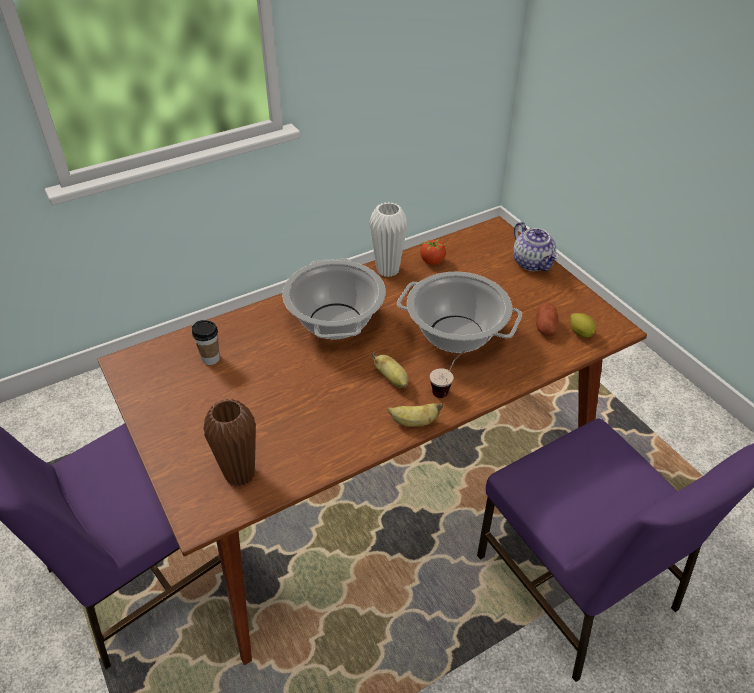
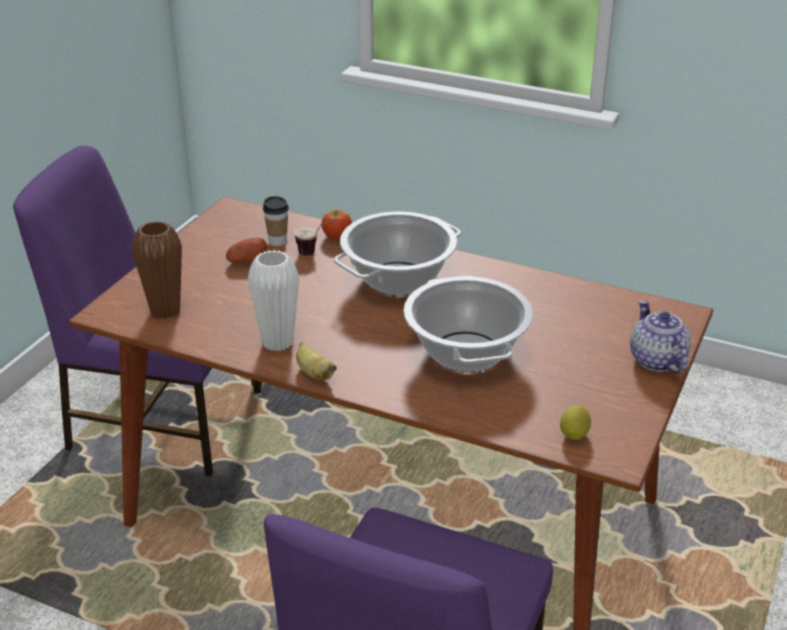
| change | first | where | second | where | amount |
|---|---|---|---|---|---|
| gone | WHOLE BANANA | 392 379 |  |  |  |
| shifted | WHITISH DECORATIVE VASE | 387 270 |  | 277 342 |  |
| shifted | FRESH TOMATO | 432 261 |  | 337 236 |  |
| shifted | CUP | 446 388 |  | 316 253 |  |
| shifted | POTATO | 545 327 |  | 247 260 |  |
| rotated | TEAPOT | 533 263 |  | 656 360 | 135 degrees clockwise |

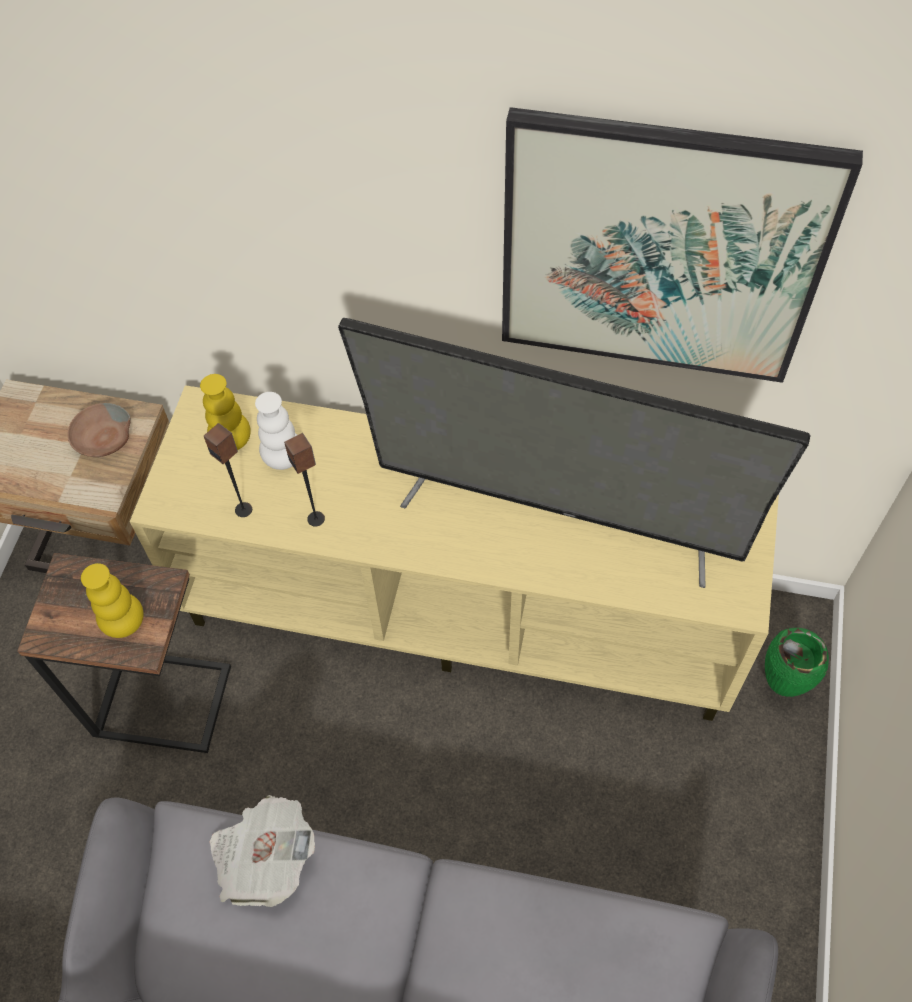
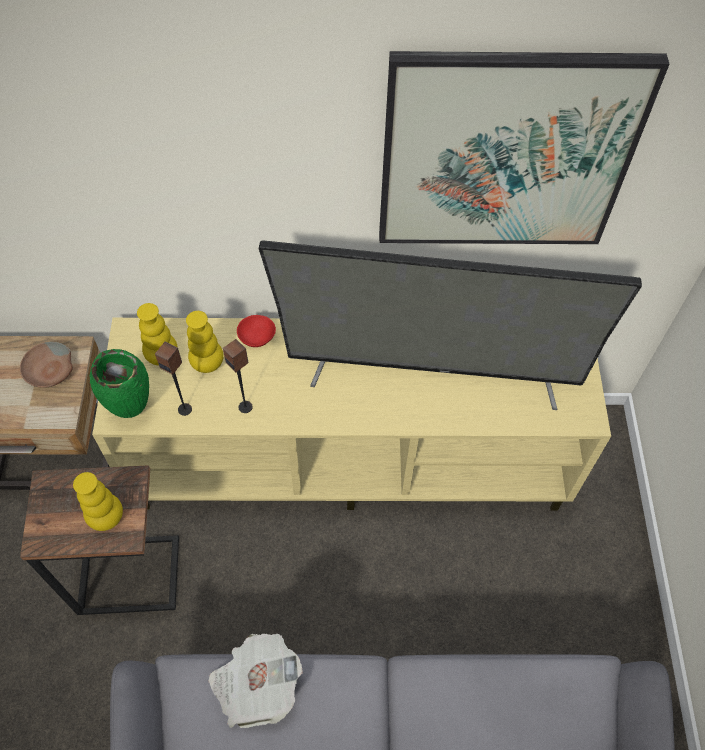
| change | first | where | second | where | amount |
|---|---|---|---|---|---|
| new |  |  | REDDISH DEEP DISH | 257 335 |  |
| shifted | GREENISH DECORATIVE VASE | 783 685 |  | 133 410 |  |
| repainted | WHITISH DECORATIVE VASE | 283 459 | YELLOW-COLOURED DECORATIVE VASE | 207 363 |  |

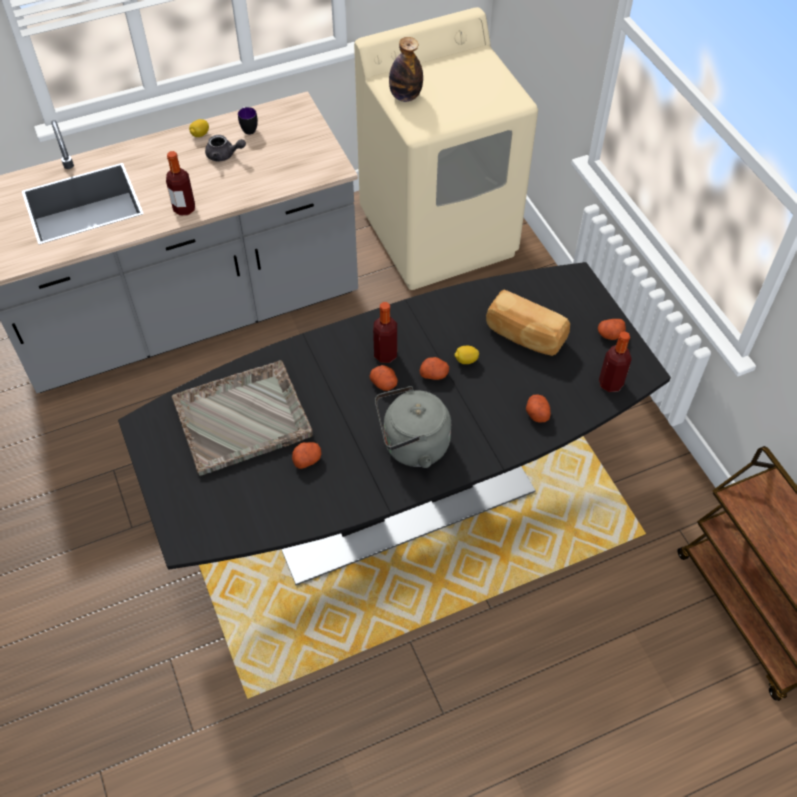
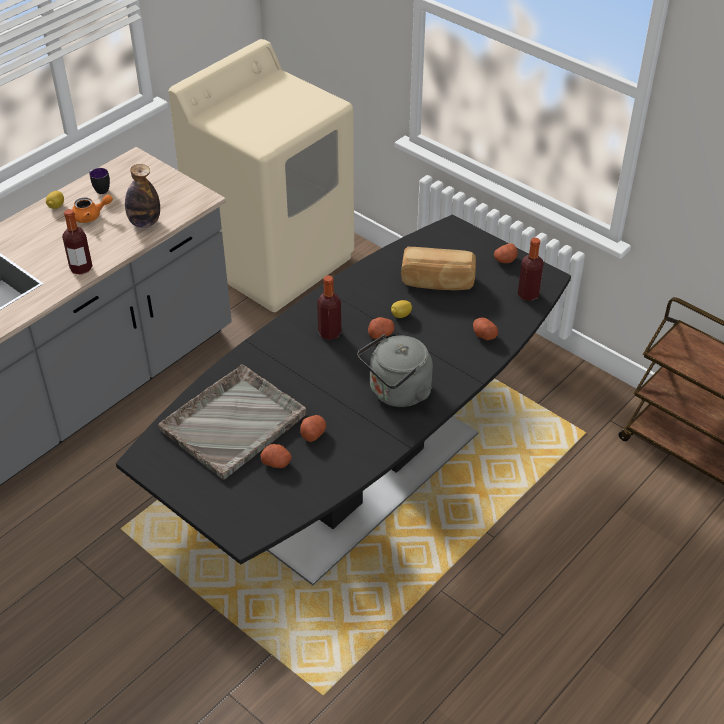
| change | first | where | second | where | amount |
|---|---|---|---|---|---|
| shifted | POTATO | 384 383 |  | 277 462 |  |
| shifted | BEVERAGE BOTTLE | 405 96 |  | 145 223 |  |
| repainted | GREY TEAPOT | 224 155 | ORANGE-COLOURED TEAPOT | 91 216 |  |

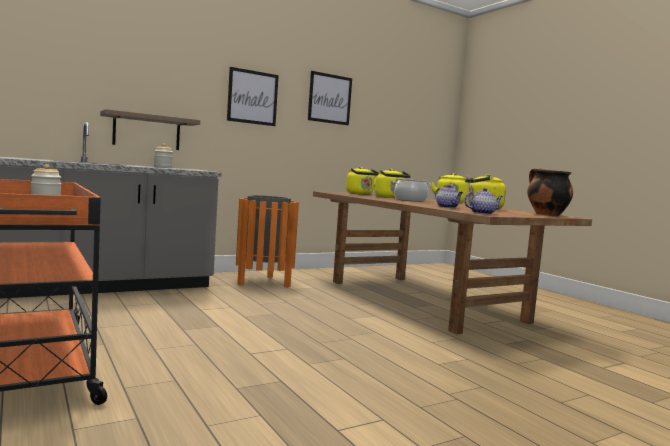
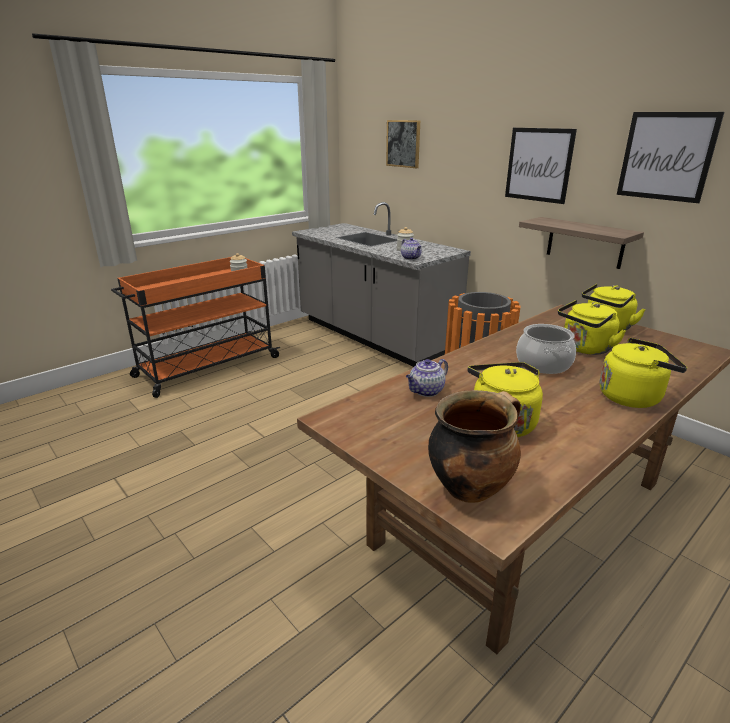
| change | first | where | second | where | amount |
|---|---|---|---|---|---|
| new |  |  | WALL ART | 403 143 |  |
| shifted | SHELF | 147 132 |  | 585 242 |  |
| shifted | TEAPOT | 482 213 |  | 411 258 |  |

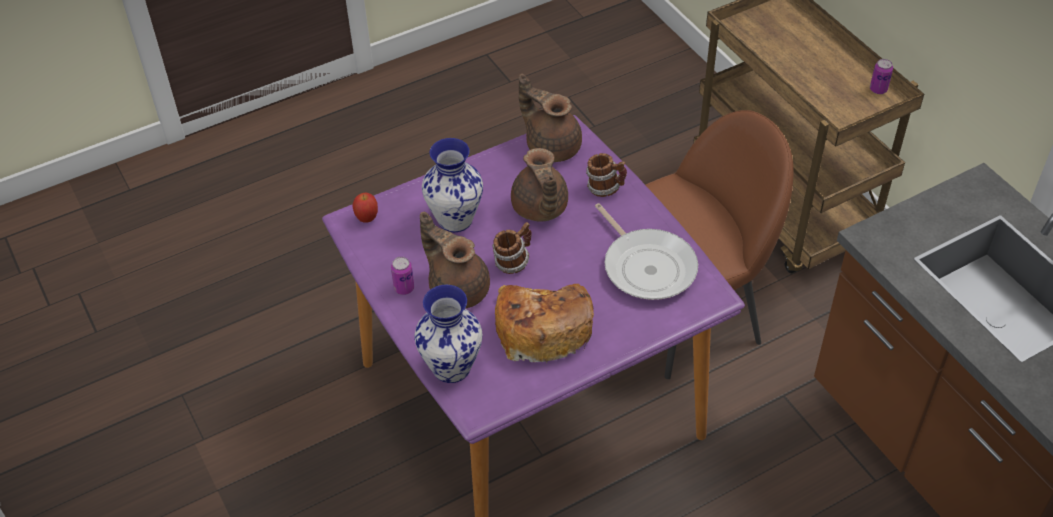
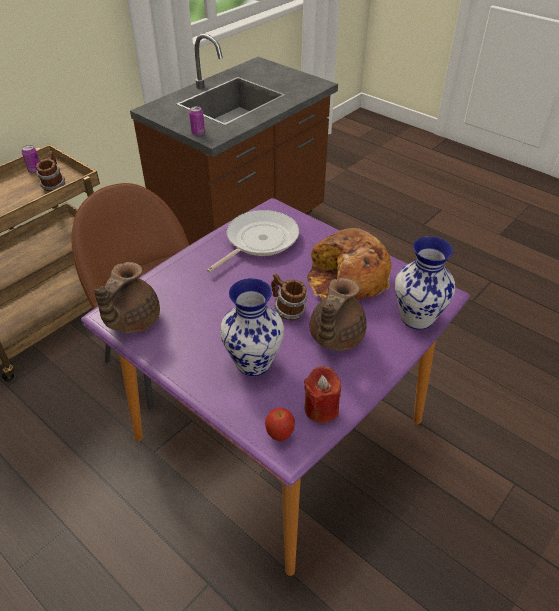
| change | first | where | second | where | amount |
|---|---|---|---|---|---|
| gone | BROWN-COLOURED TEAPOT | 539 209 |  |  |  |
| new |  |  | REDDISH WAX CANDLE | 321 408 |  |
| shifted | SEALED CAN | 404 288 |  | 198 133 |  |
| shifted | TEA MUG | 605 188 |  | 54 185 |  |

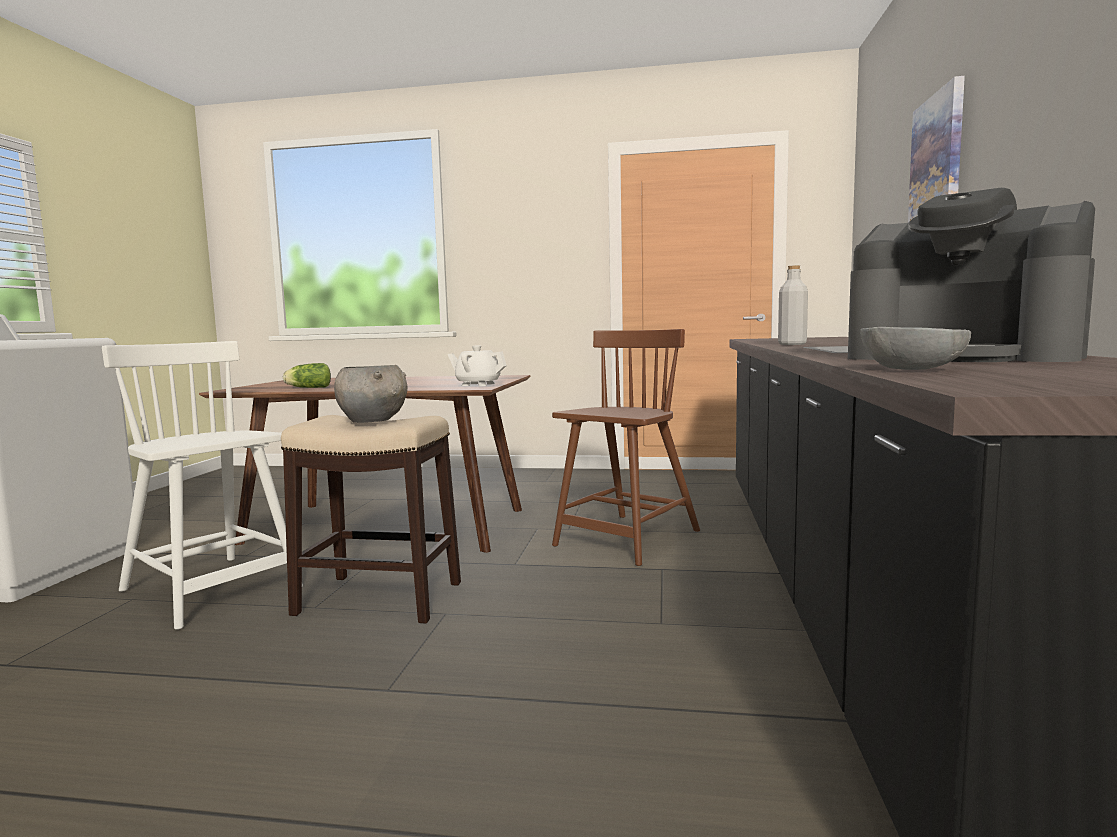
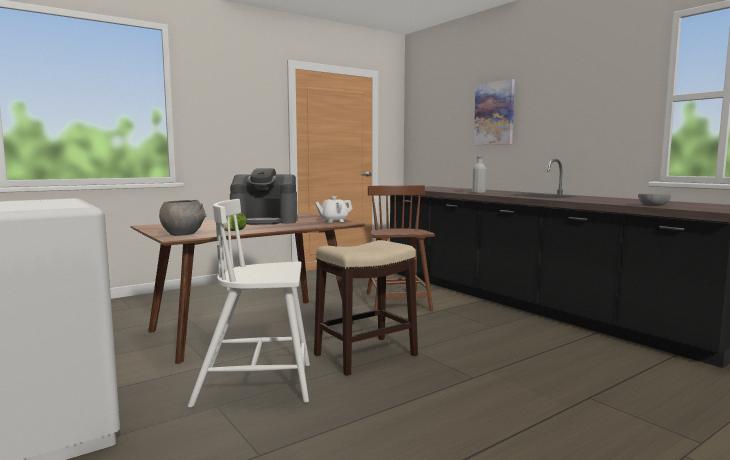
| change | first | where | second | where | amount |
|---|---|---|---|---|---|
| shifted | GREY DEEP DISH | 373 421 |  | 183 234 |  |
| shifted | COFFEE MAKER | 962 357 |  | 265 221 |  |

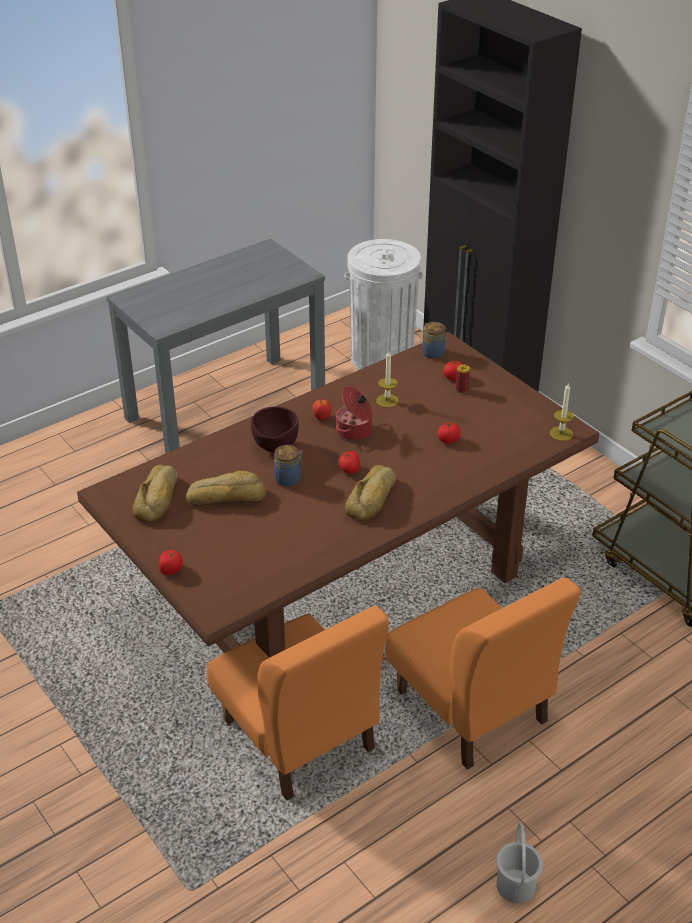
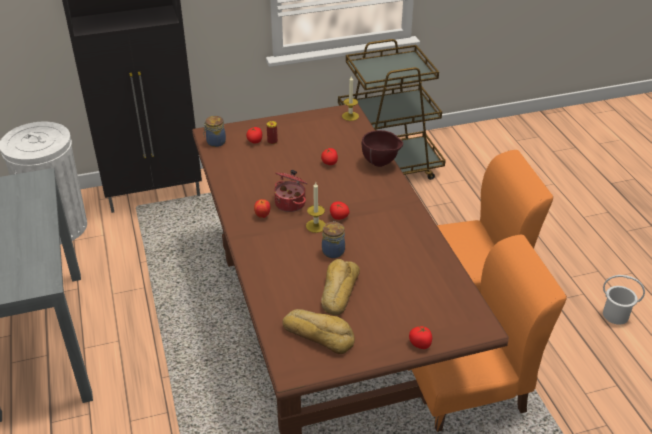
| change | first | where | second | where | amount |
|---|---|---|---|---|---|
| gone | BAKERY BREAD | 373 498 |  |  |  |
| shifted | BROWN-COLOURED DEEP DISH | 275 450 |  | 381 163 |  |
| shifted | WAX CANDLE | 387 400 |  | 316 226 |  |

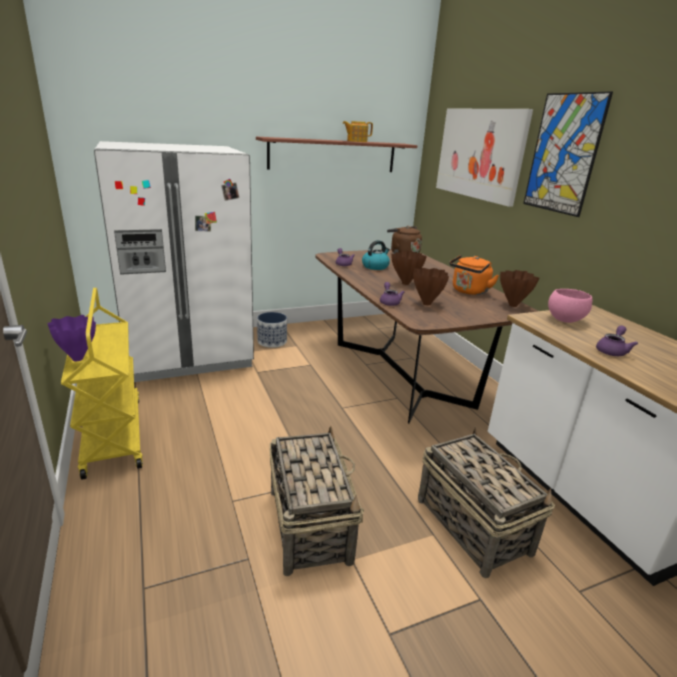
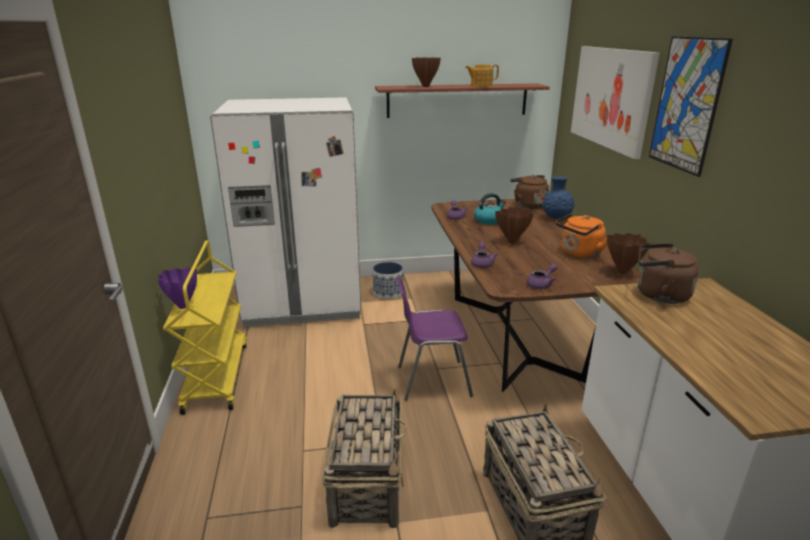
| change | first | where | second | where | amount |
|---|---|---|---|---|---|
| new |  |  | PURPLE-COLOURED PLAIN CHAIR | 431 380 |  |
| new |  |  | BLUE-COLOURED DECORATIVE VASE | 556 218 |  |
| shifted | BROWN-COLOURED DECORATIVE VASE | 426 304 |  | 425 86 |  |
| shifted | PURPLE-COLOURED TEAPOT | 612 351 |  | 541 285 |  |
| swapped | PINK-COLOURED DEEP DISH | 564 319 | BROWN-COLOURED WATER KETTLE | 658 295 |  |

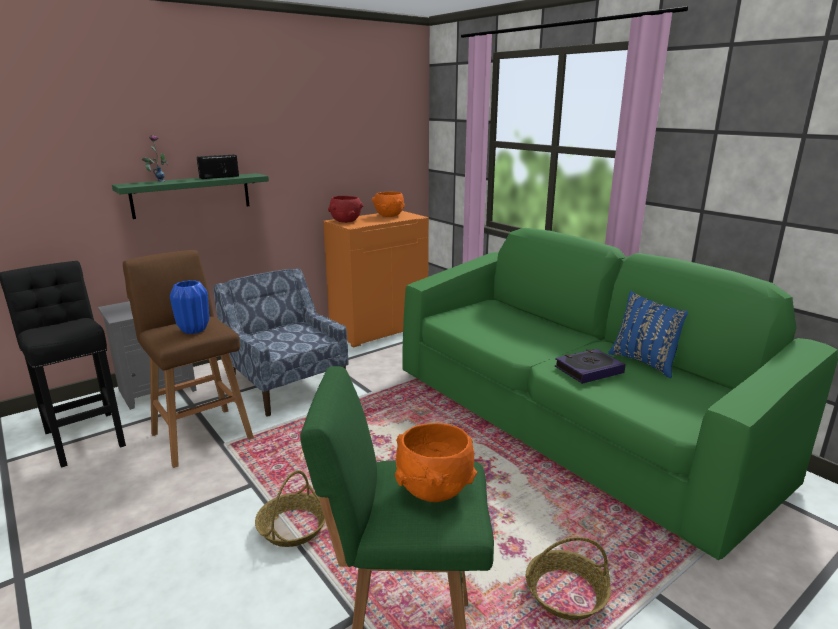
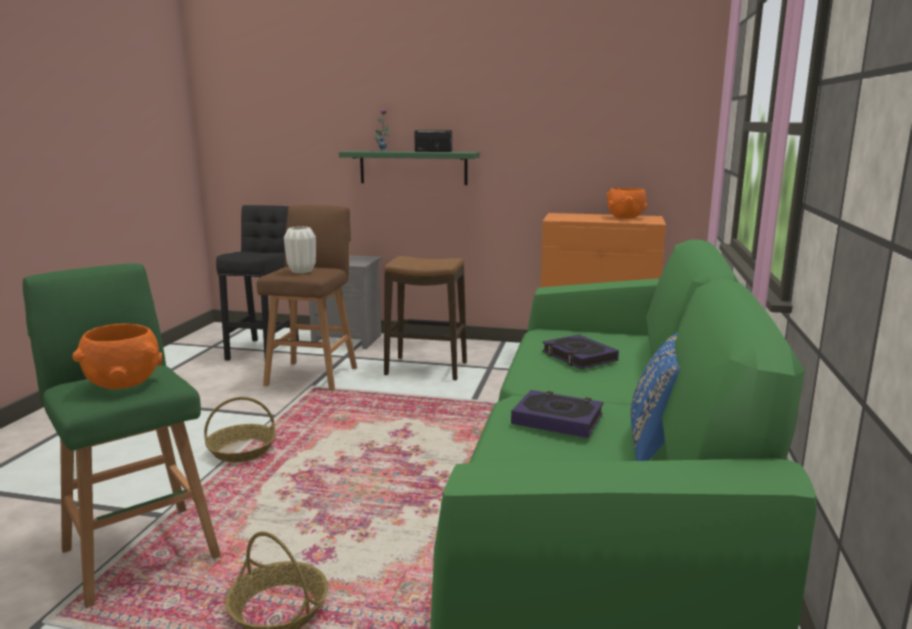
| change | first | where | second | where | amount |
|---|---|---|---|---|---|
| gone | REDDISH DEEP DISH | 345 221 |  |  |  |
| new |  |  | VOLUME | 579 357 |  |
| swapped | BLUE-COLOURED EASY CHAIR | 286 385 | STOOL SEAT | 426 368 |  |
| repainted | BLUE-COLOURED DECORATIVE VASE | 194 330 | WHITISH DECORATIVE VASE | 302 271 |  |

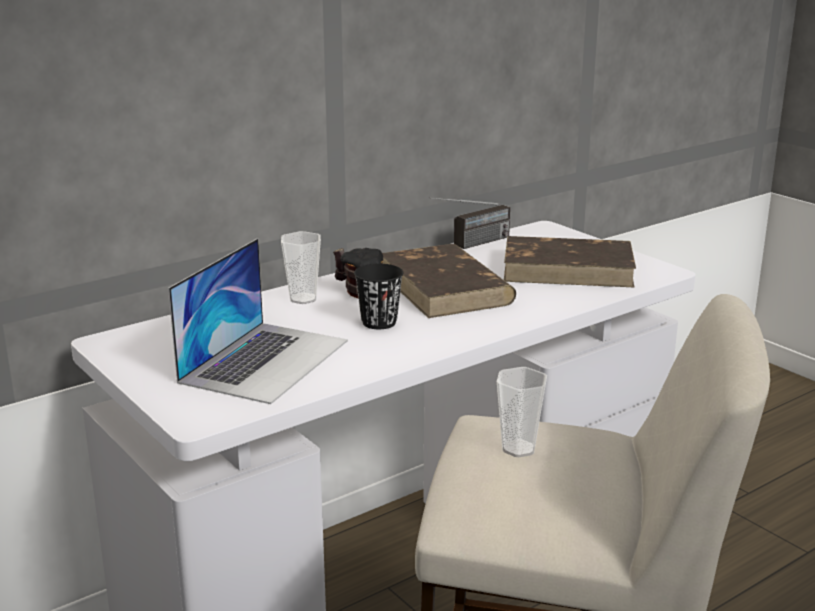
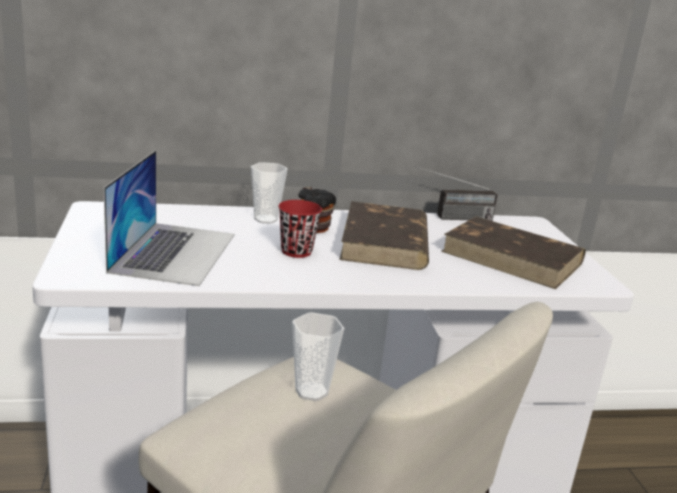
| change | first | where | second | where | amount |
|---|---|---|---|---|---|
| repainted | BLACK-COLOURED CUP | 379 322 | REDDISH CUP | 296 251 |  |
| rotated | PORTABLE COMPUTER | 265 360 |  | 174 252 | 45 degrees counterclockwise |

